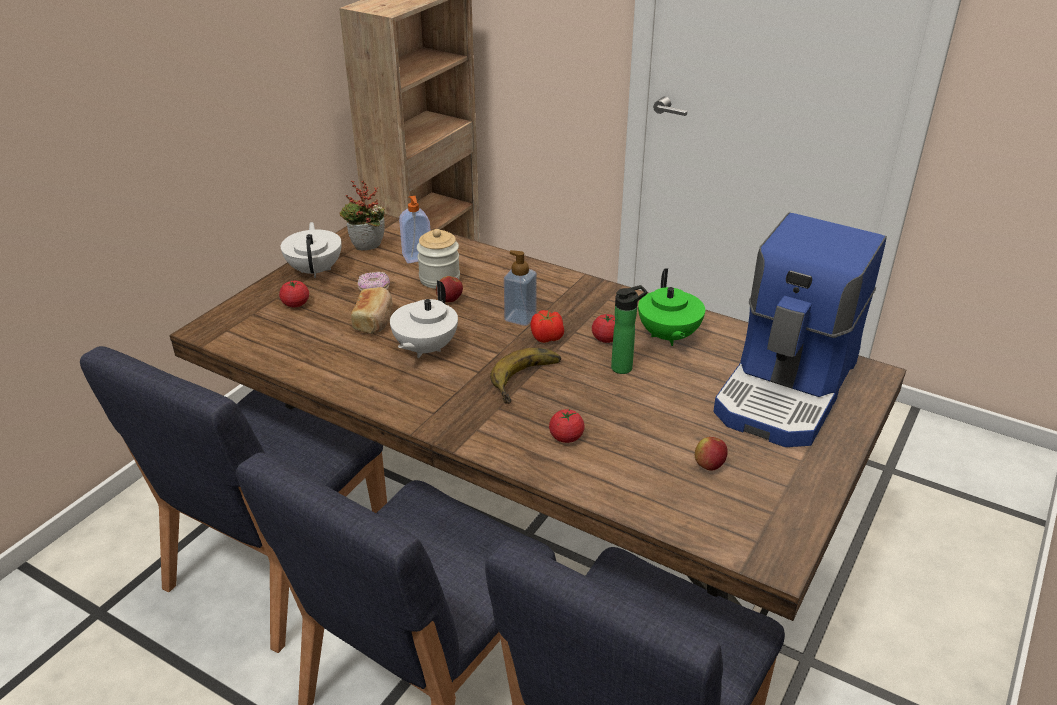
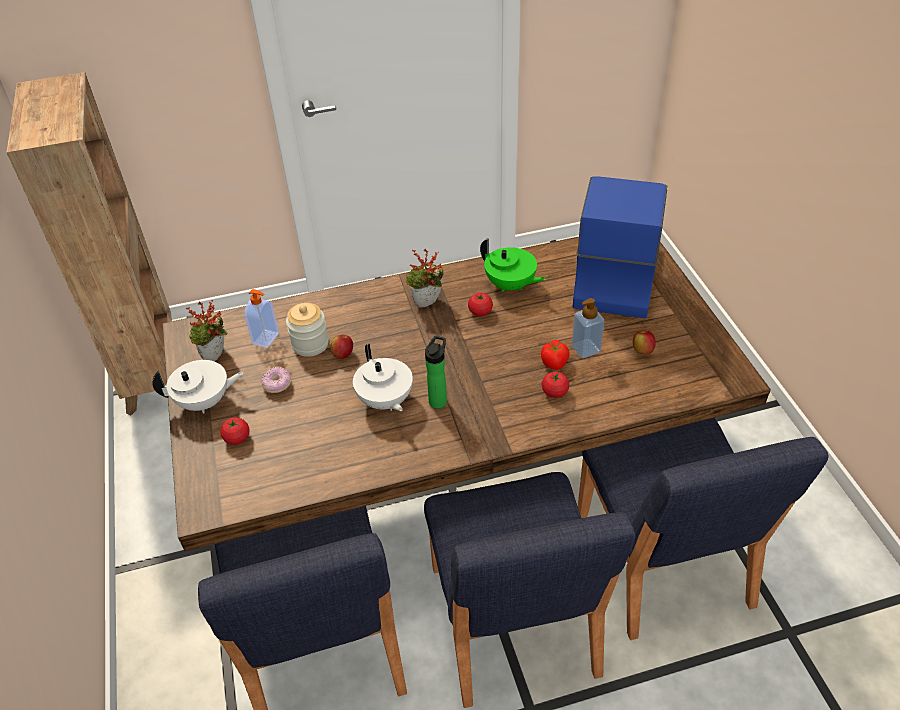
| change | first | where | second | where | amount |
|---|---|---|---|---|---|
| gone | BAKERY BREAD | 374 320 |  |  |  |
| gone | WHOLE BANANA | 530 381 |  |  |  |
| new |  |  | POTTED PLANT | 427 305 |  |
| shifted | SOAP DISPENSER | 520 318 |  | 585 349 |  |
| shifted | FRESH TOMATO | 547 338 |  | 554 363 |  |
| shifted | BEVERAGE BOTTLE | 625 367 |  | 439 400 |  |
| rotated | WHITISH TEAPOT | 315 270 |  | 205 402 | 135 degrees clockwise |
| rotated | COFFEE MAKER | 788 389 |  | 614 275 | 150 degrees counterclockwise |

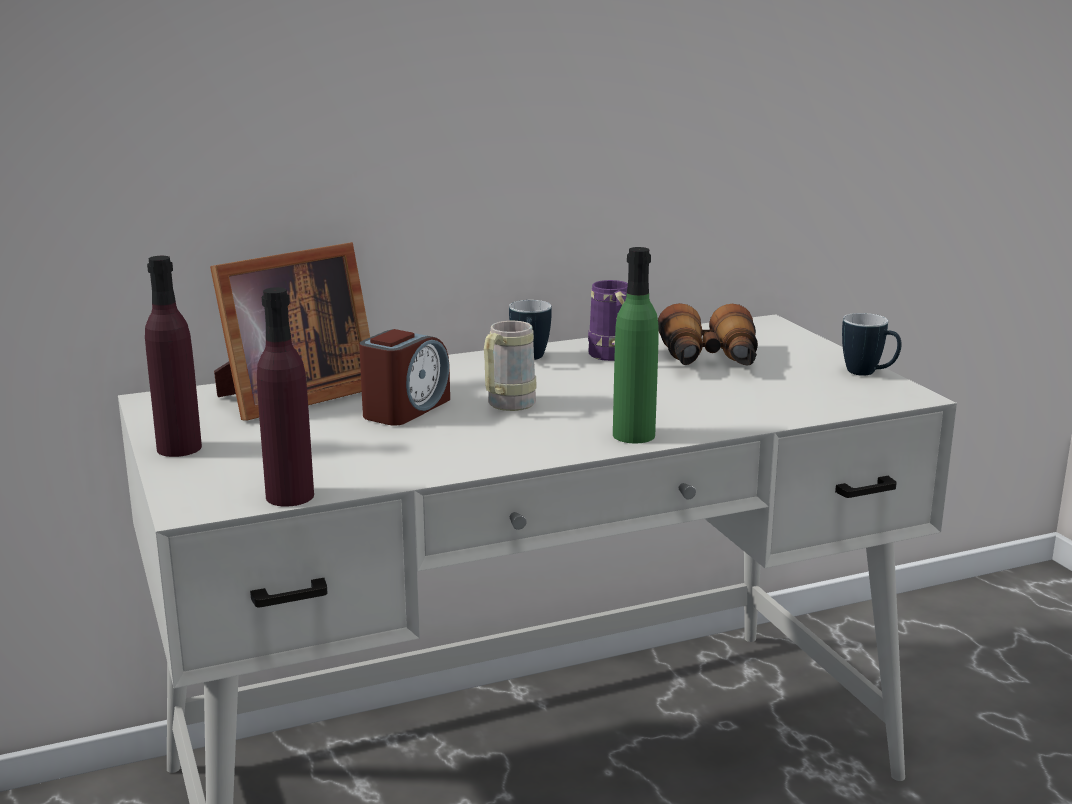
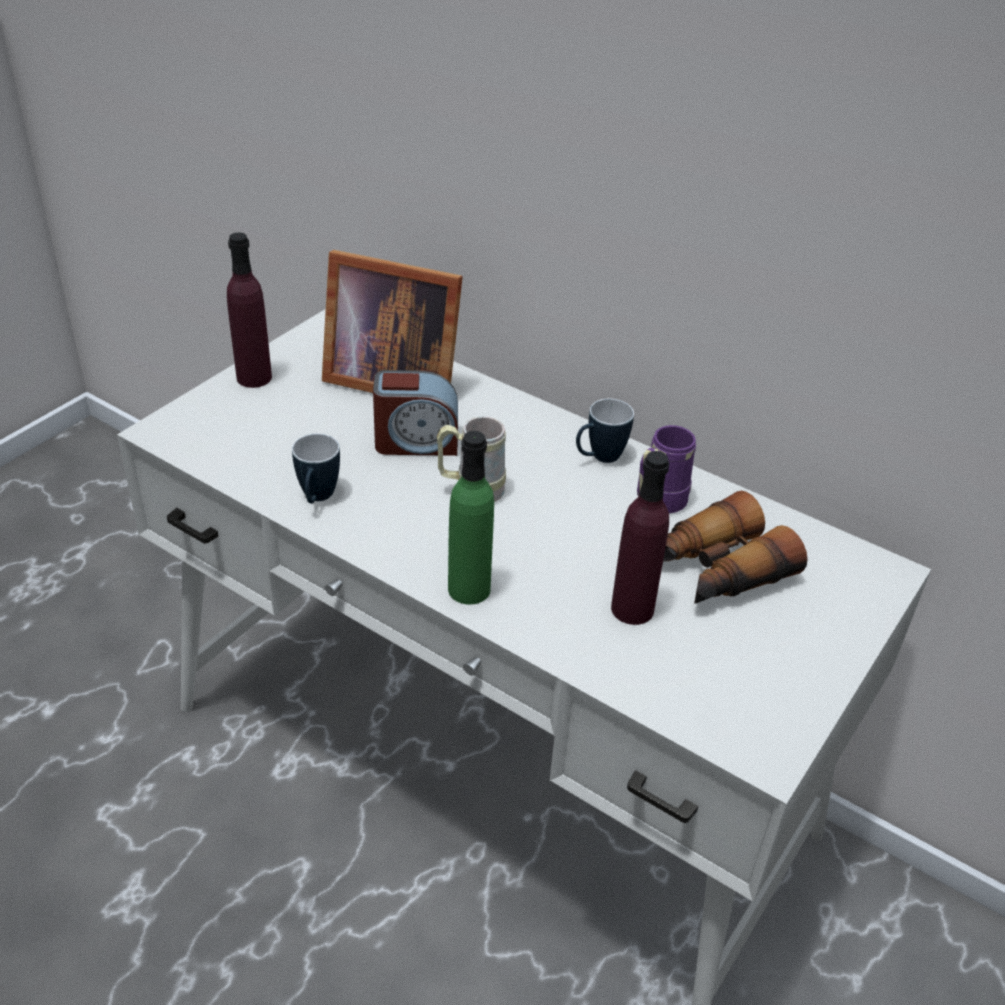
| change | first | where | second | where | amount |
|---|---|---|---|---|---|
| shifted | PURPLE-COLOURED BEVERAGE BOTTLE | 290 496 |  | 632 609 |  |
| shifted | TEA MUG | 868 374 |  | 317 499 |  |

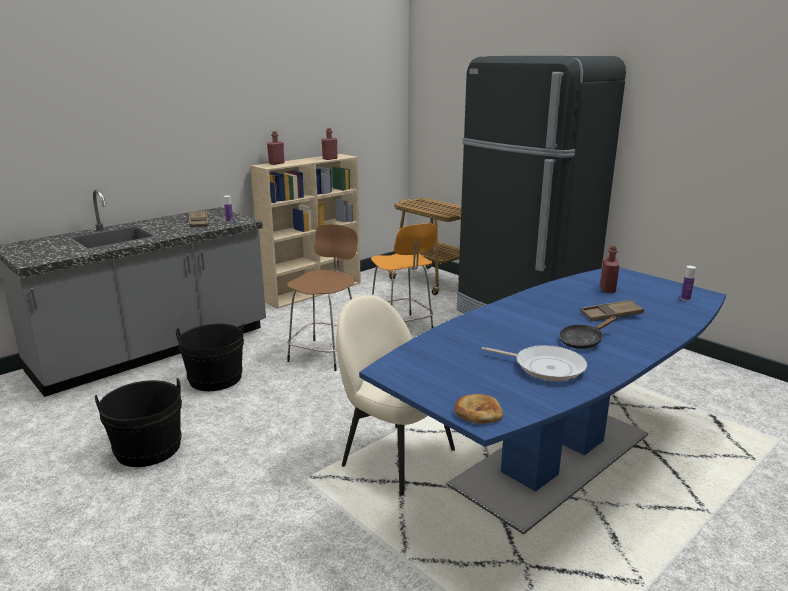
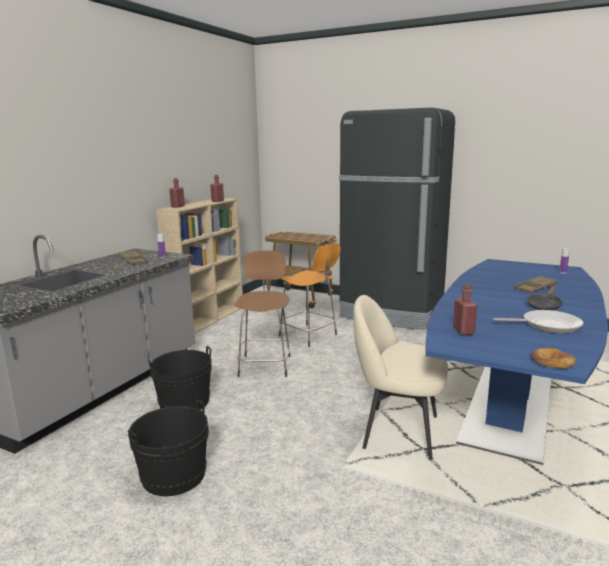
| change | first | where | second | where | amount |
|---|---|---|---|---|---|
| shifted | REDDISH BEVERAGE BOTTLE | 607 289 |  | 463 331 |  |

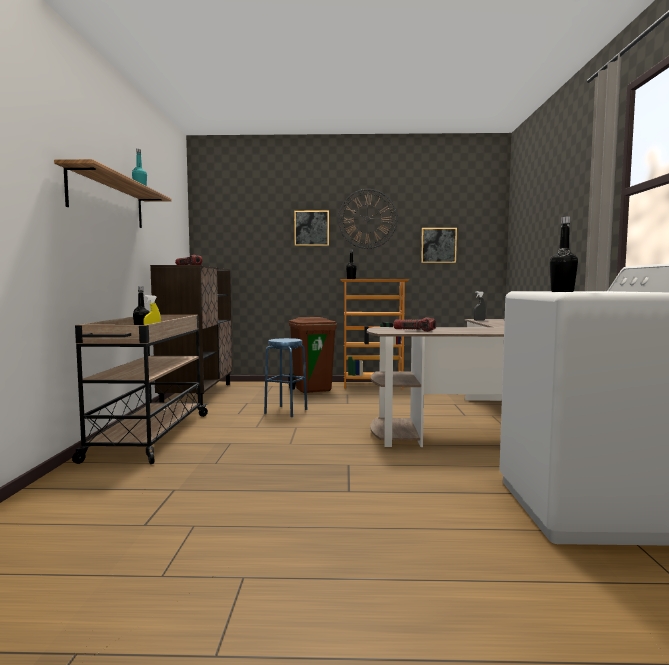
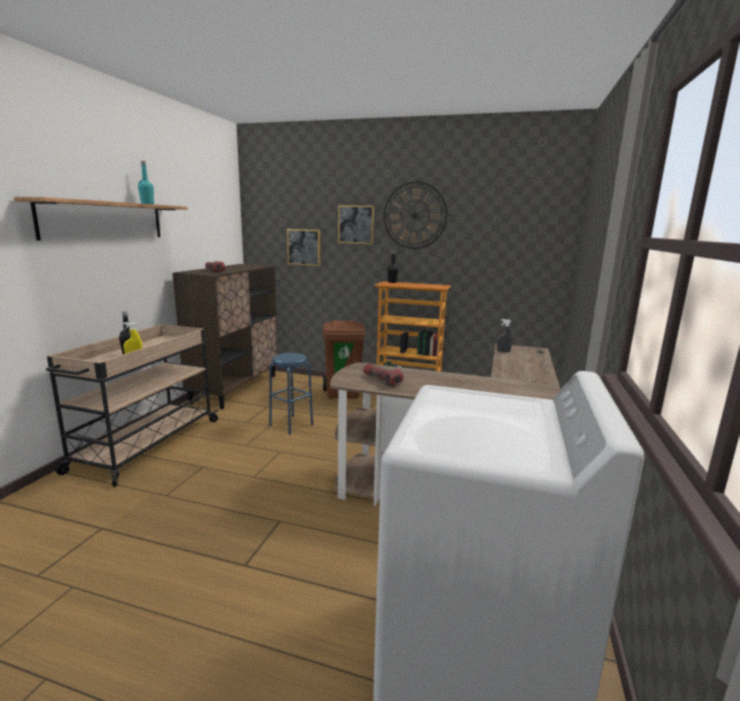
| change | first | where | second | where | amount |
|---|---|---|---|---|---|
| gone | BLACK-COLOURED BEVERAGE BOTTLE | 562 291 |  |  |  |
| shifted | WALL ART | 438 245 |  | 304 247 |  |

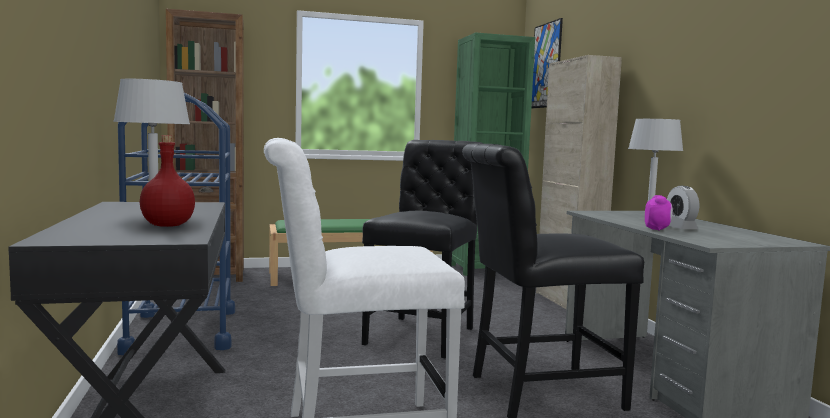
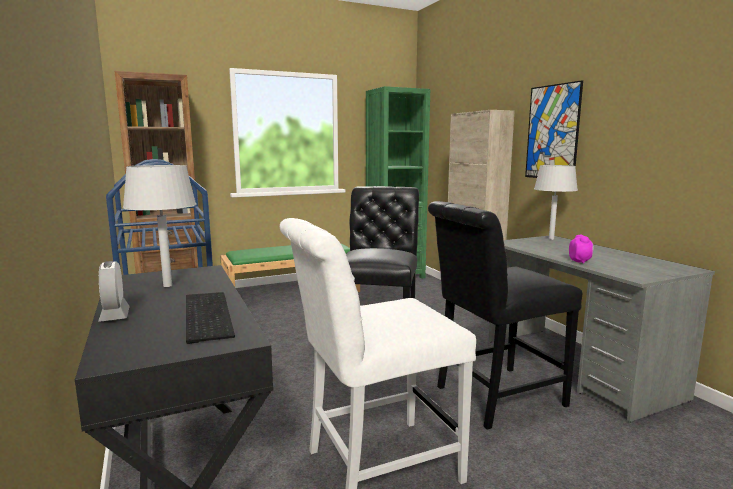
| change | first | where | second | where | amount |
|---|---|---|---|---|---|
| shifted | WALL ART | 546 65 |  | 552 132 |  |
| shifted | TABLE CLOCK | 680 228 |  | 114 315 |  |
| swapped | REDDISH BEVERAGE BOTTLE | 167 225 | KEYBOARD | 205 315 |  |

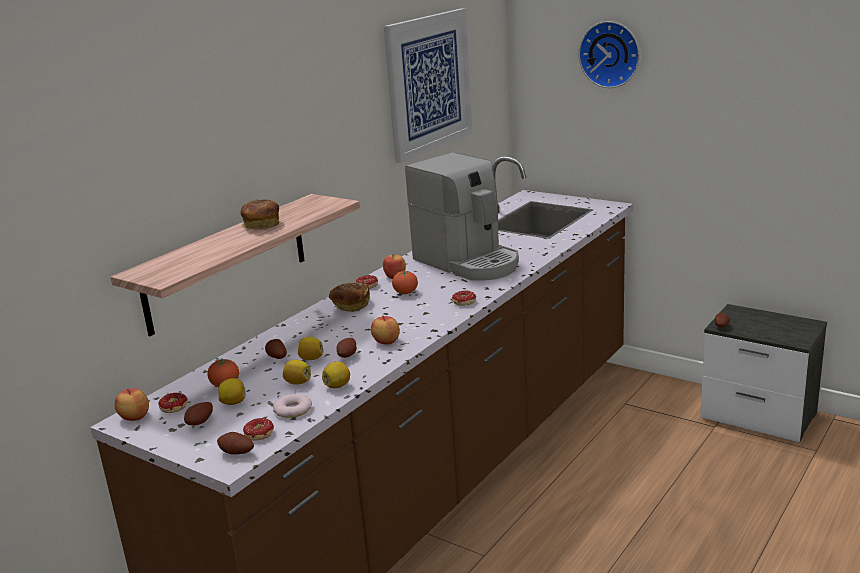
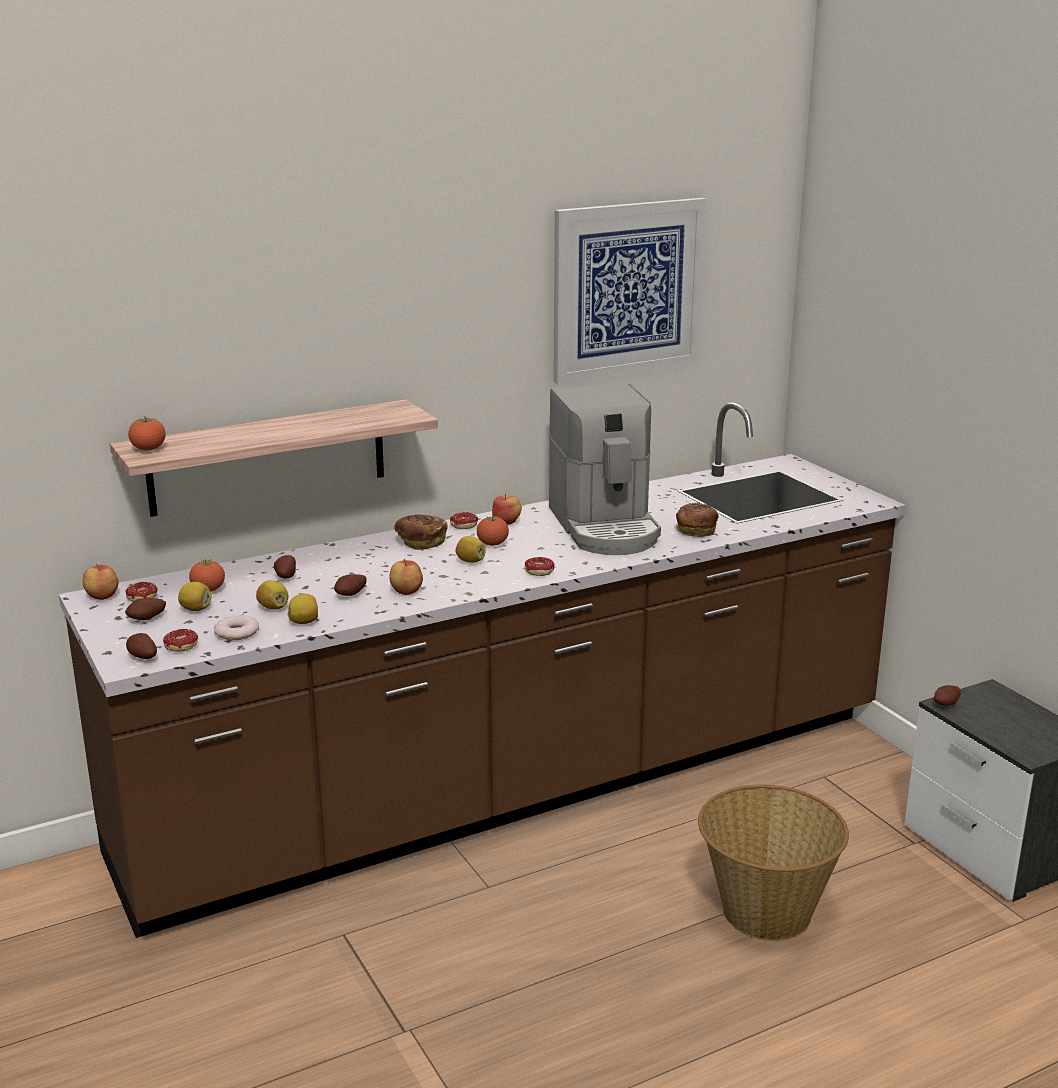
| change | first | where | second | where | amount |
|---|---|---|---|---|---|
| gone | CLOCK ON THE WALL | 611 54 |  |  |  |
| new |  |  | FRESH TOMATO | 148 449 |  |
| new |  |  | HOUSEHOLD BASKET | 765 911 |  |
| shifted | BAKERY BREAD | 261 225 |  | 695 531 |  |
| shifted | LEMON | 311 359 |  | 470 561 |  |

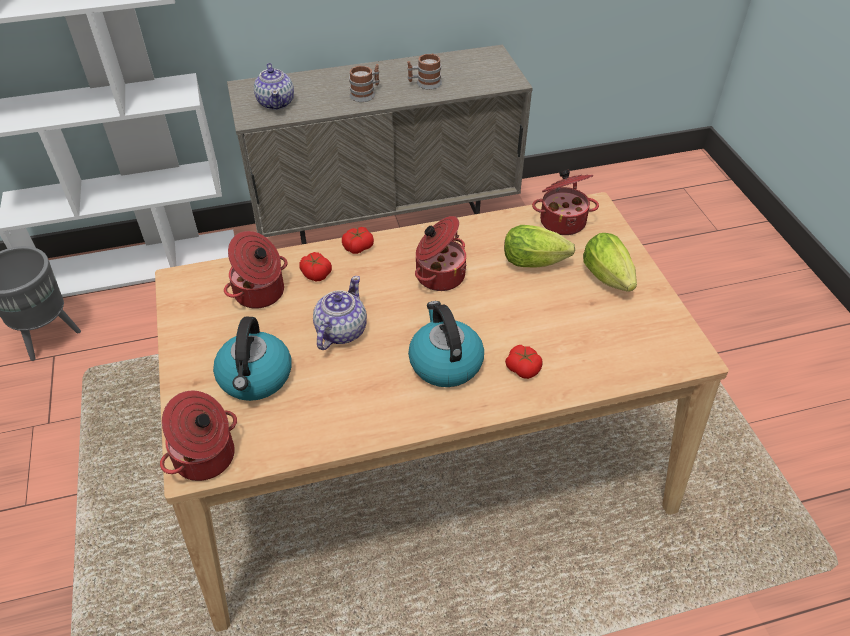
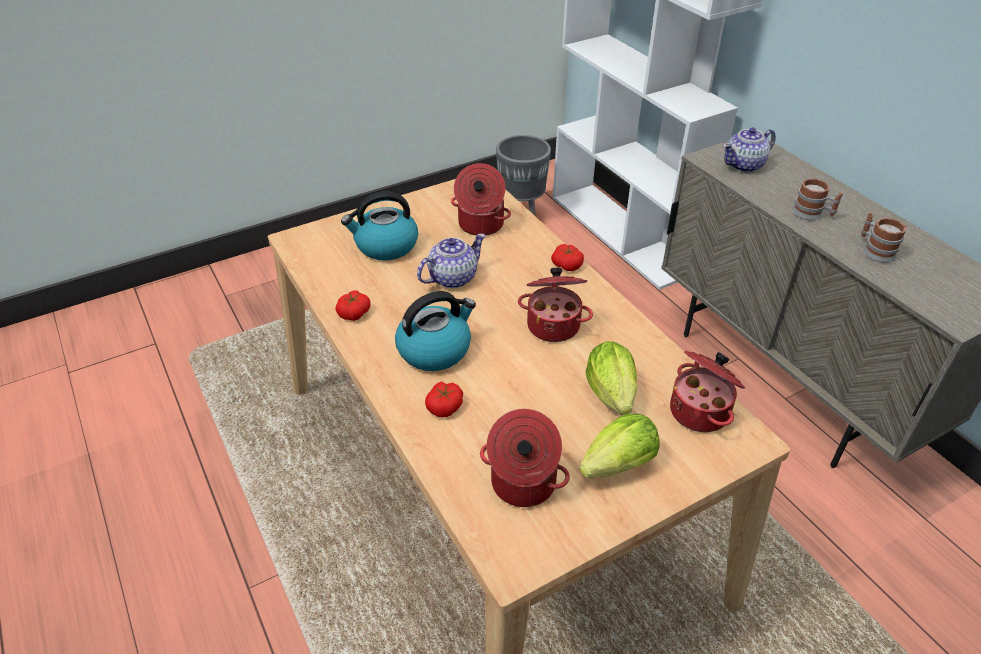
| change | first | where | second | where | amount |
|---|---|---|---|---|---|
| shifted | COOKING POT | 206 457 |  | 522 484 |  |
| shifted | FRESH TOMATO | 316 273 |  | 354 313 |  |
| rotated | TEAPOT | 340 331 |  | 452 278 | 45 degrees counterclockwise |

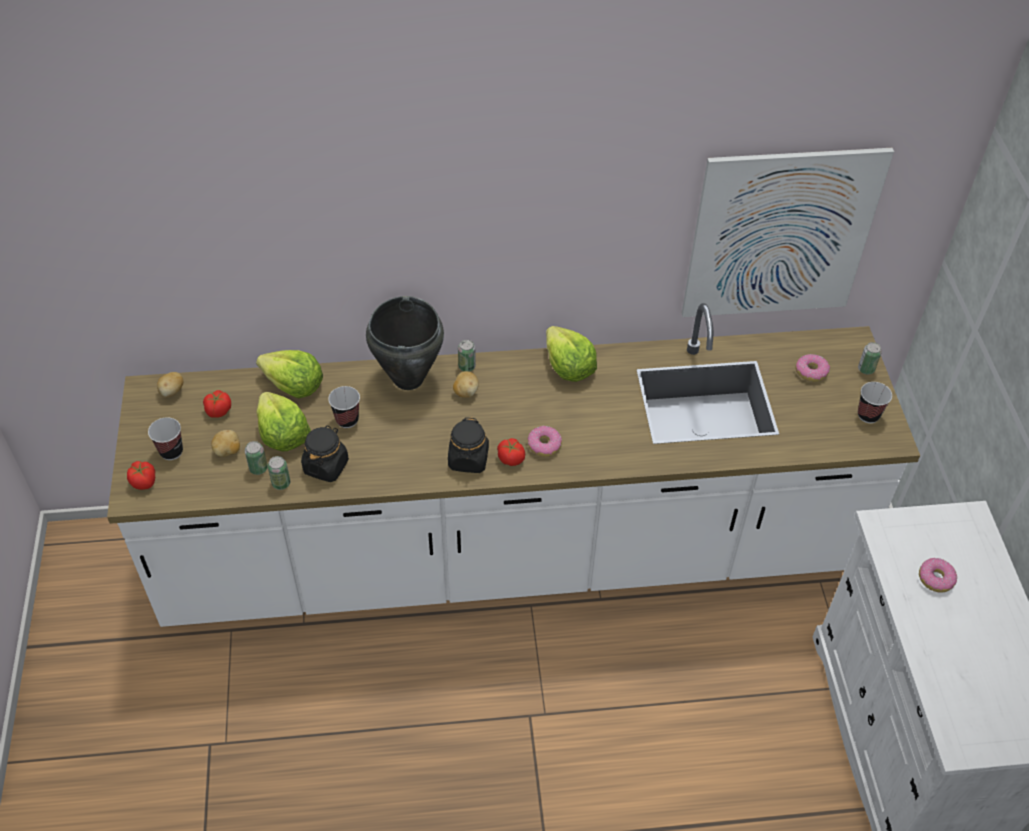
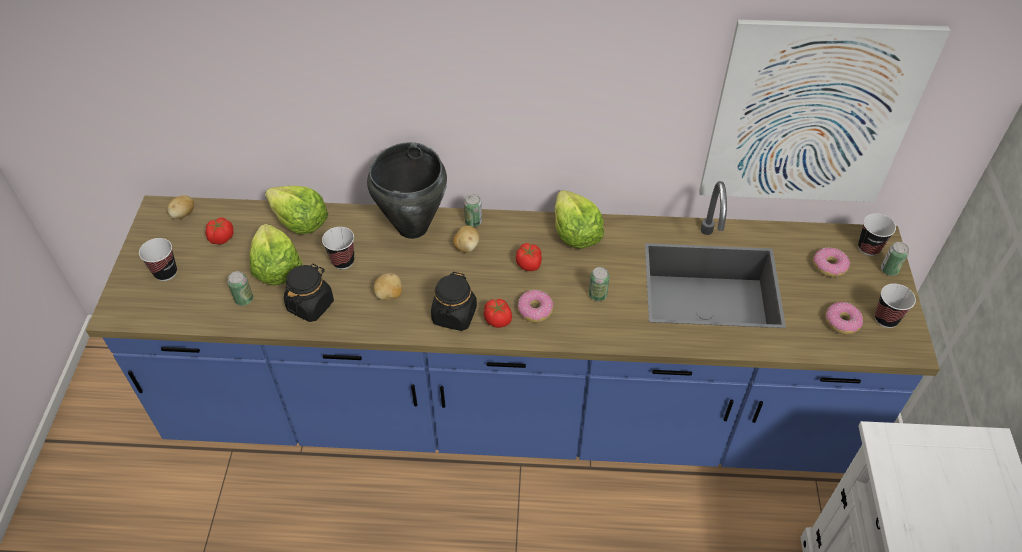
| change | first | where | second | where | amount |
|---|---|---|---|---|---|
| new |  |  | CUP | 869 248 |  |
| shifted | FRESH TOMATO | 144 482 |  | 529 264 |  |
| shifted | POTATO | 228 451 |  | 389 295 |  |
| shifted | SEALED CAN | 281 483 |  | 597 295 |  |
| shifted | RING DOUGHNUT | 936 579 |  | 842 322 |  |
| repainted | WHITISH COUNTER | 511 555 | BLUE-COLOURED COUNTER | 511 412 |  |

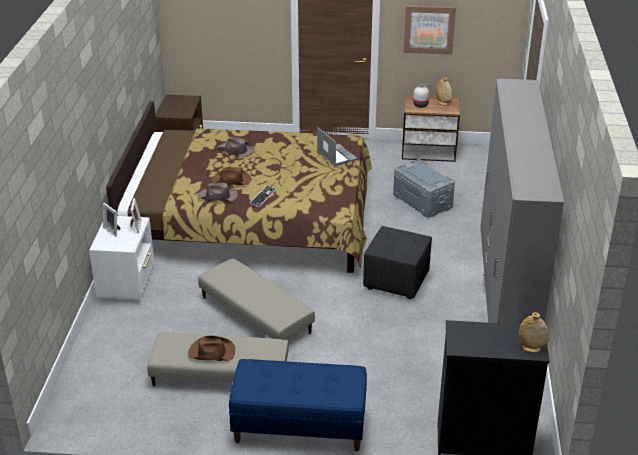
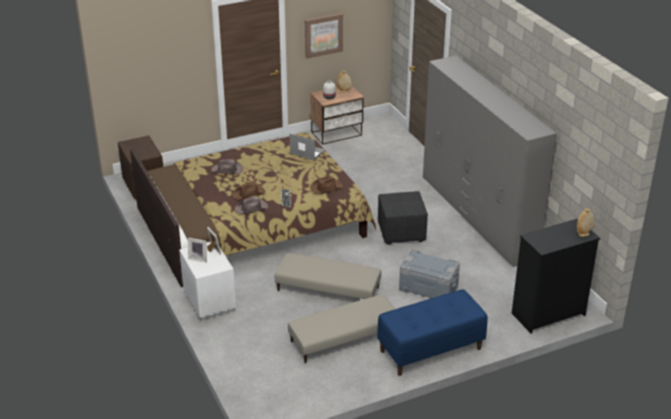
| change | first | where | second | where | amount |
|---|---|---|---|---|---|
| shifted | BROWN-COLOURED HAT | 211 352 |  | 326 188 |  |
| shifted | GREY STORAGE CONTAINER | 422 201 |  | 428 288 |  |

